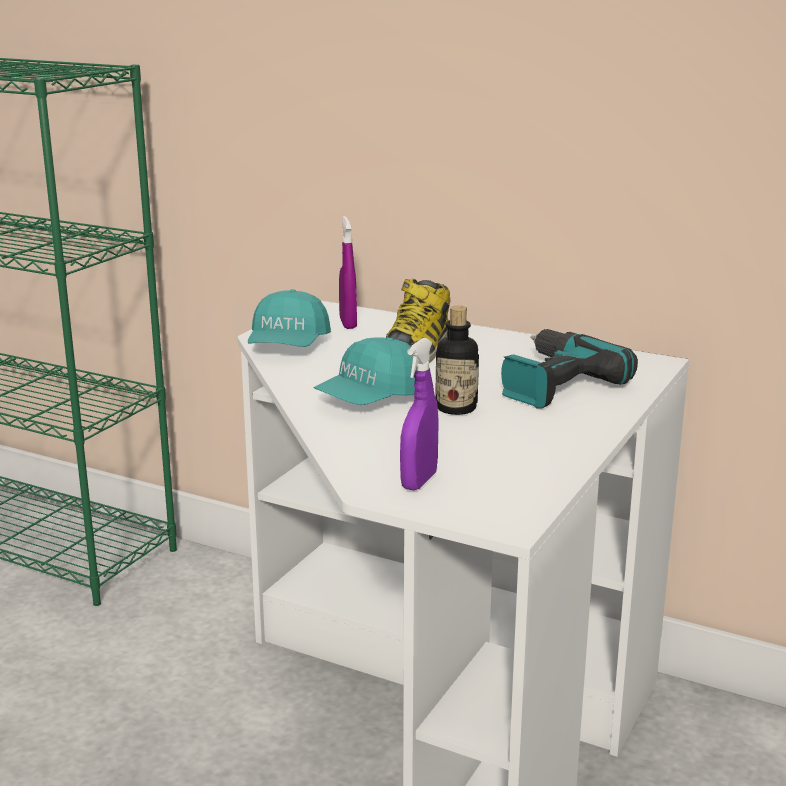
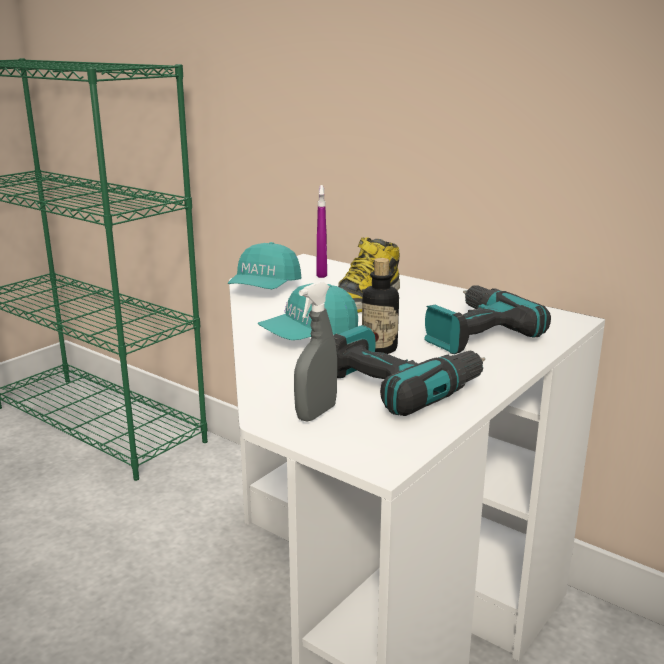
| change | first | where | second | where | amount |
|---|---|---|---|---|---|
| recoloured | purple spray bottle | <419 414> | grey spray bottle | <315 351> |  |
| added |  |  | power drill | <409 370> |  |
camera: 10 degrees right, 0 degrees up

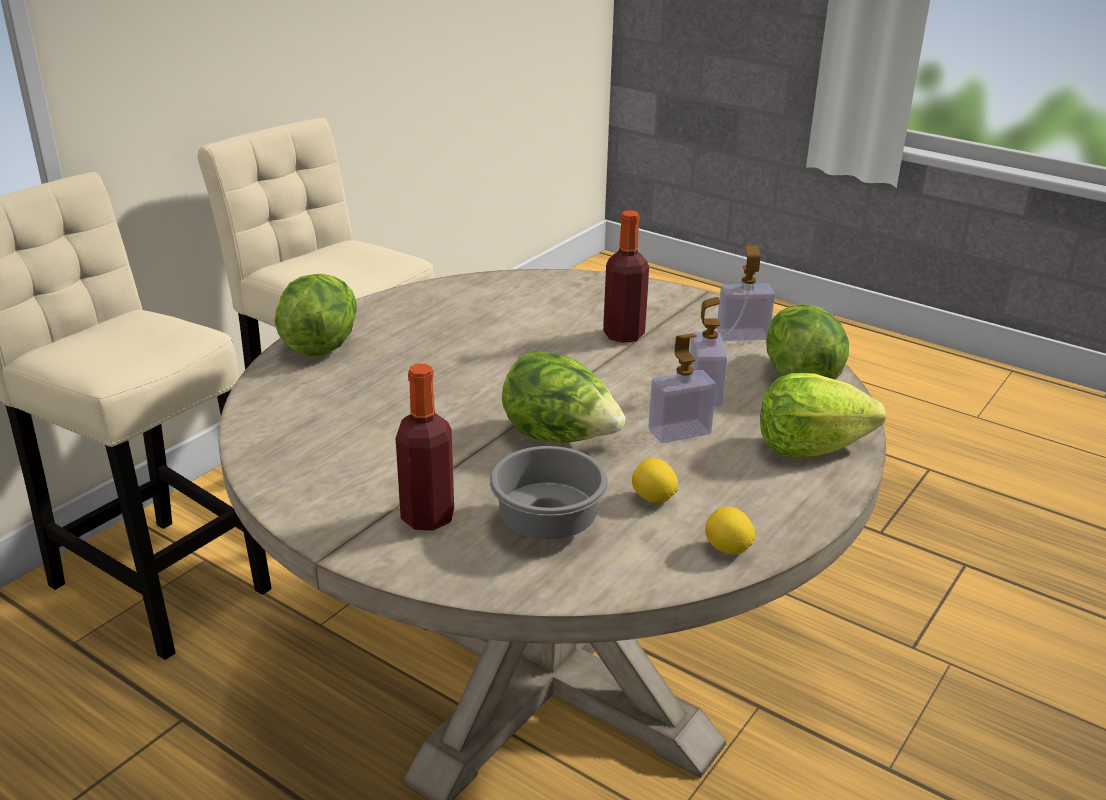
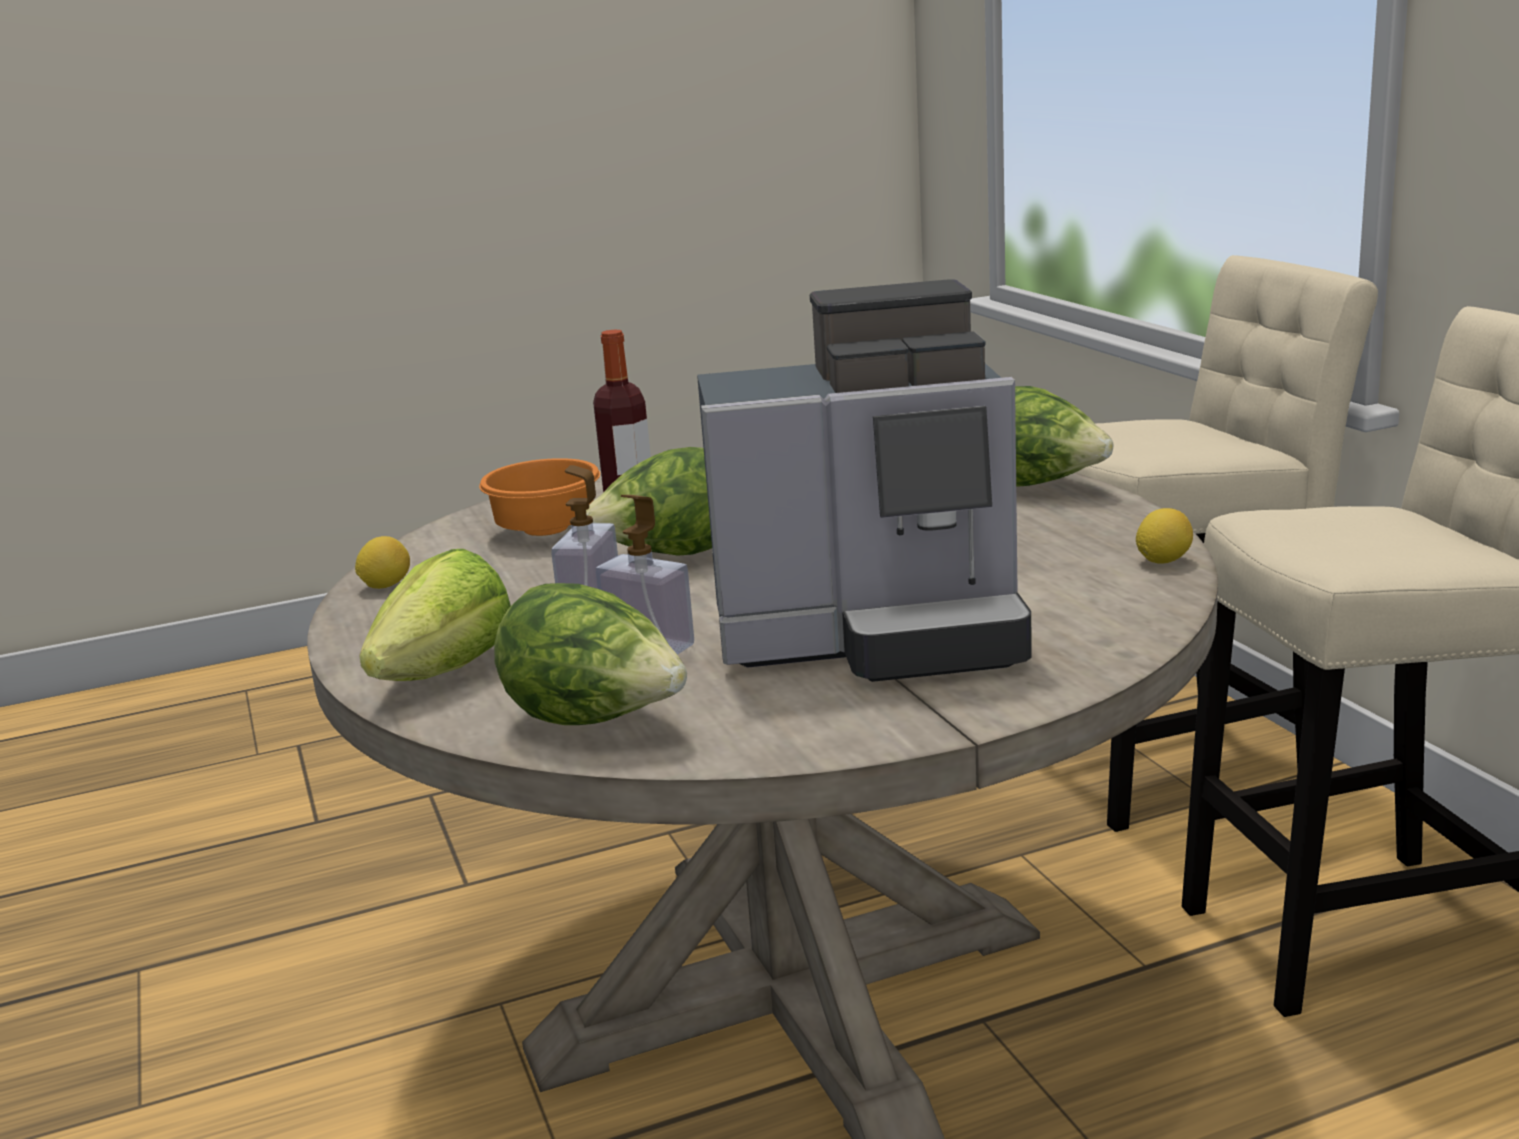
| change | first | where | second | where | amount |
|---|---|---|---|---|---|
| recoloured | grey bowl | <549 492> | orange bowl | <539 497> |  |
| replaced | bottle | <626 276> | coffee machine | <864 480> |  |
| moved | lemon | <655 480> |  | <1164 536> |  |
| removed | soap dispenser | <746 293> |  |  |  |
camera: 125 degrees right, 10 degrees down

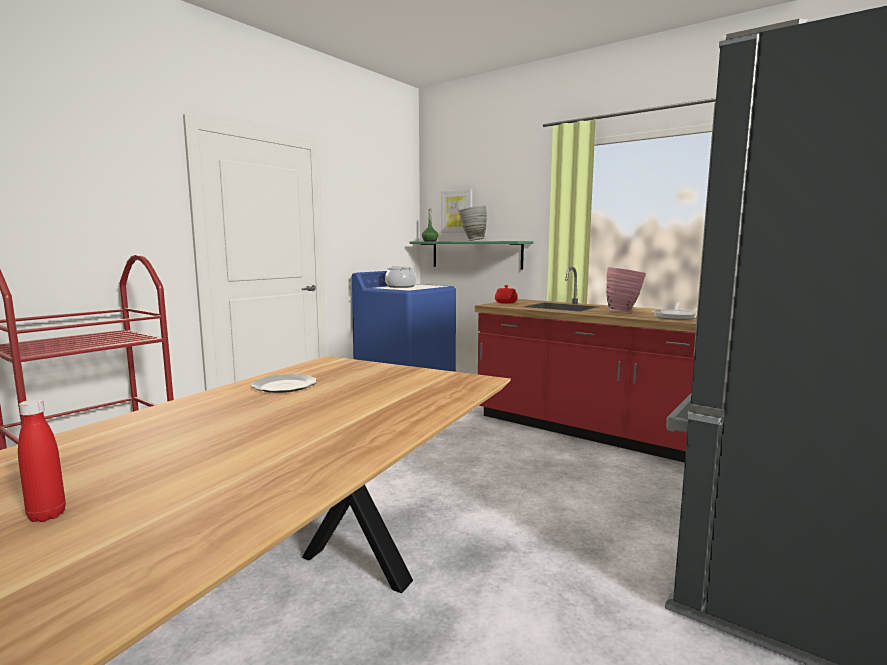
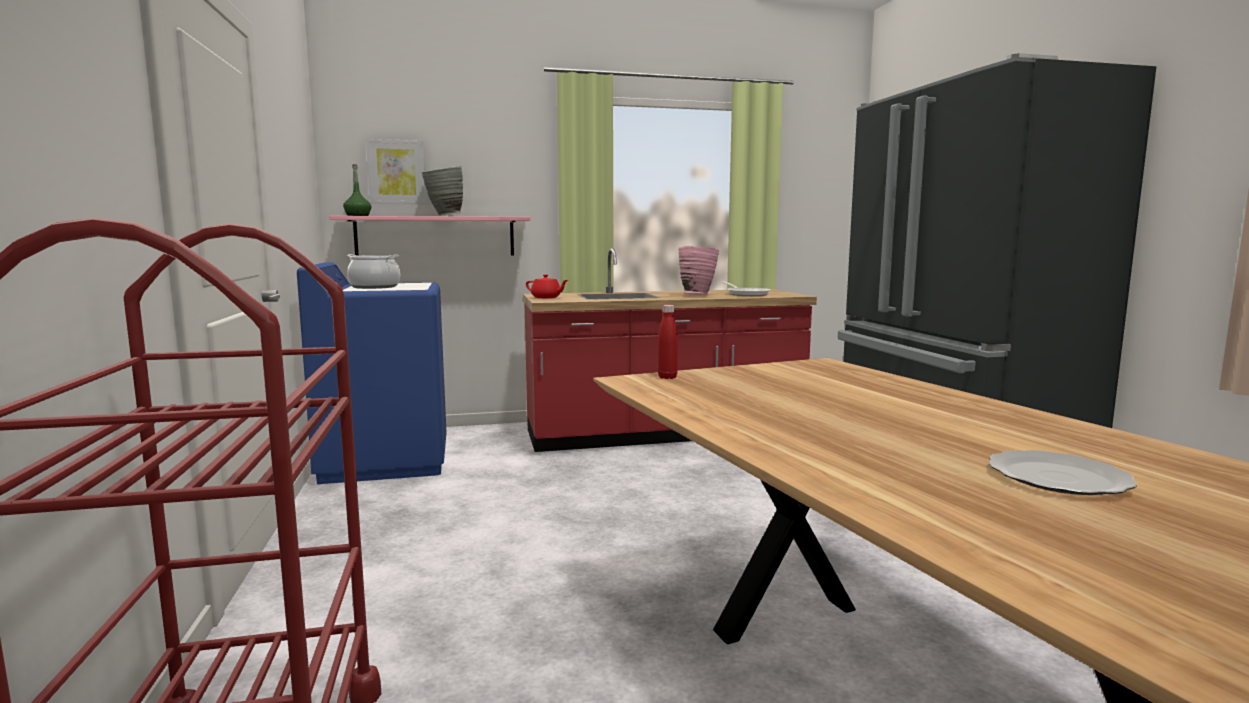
| change | first | where | second | where | amount |
|---|---|---|---|---|---|
| moved | red bottle | <42 460> |  | <668 342> |  |
| moved | plate | <284 383> |  | <1063 472> |  |
| recoloured | green shelf | <471 255> | pink shelf | <430 236> |  |
camera: 50 degrees left, 0 degrees up

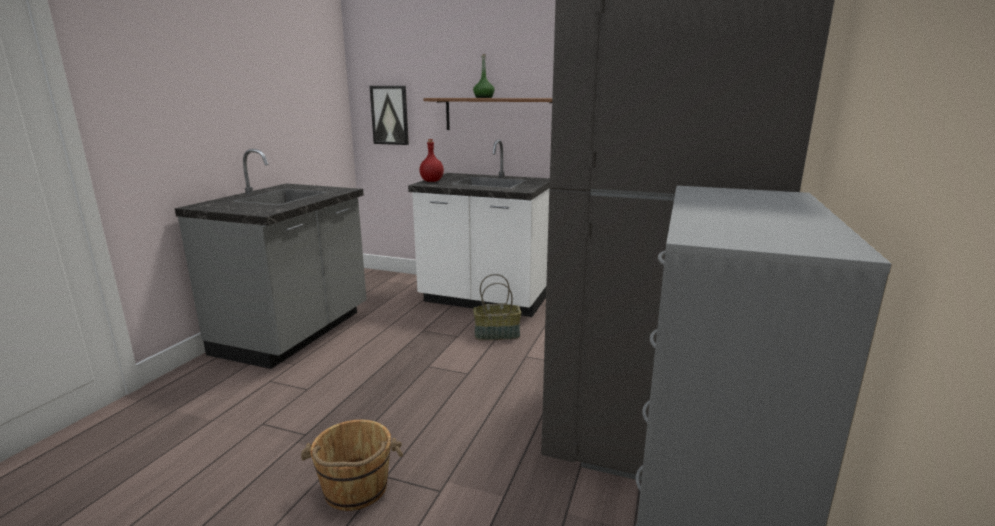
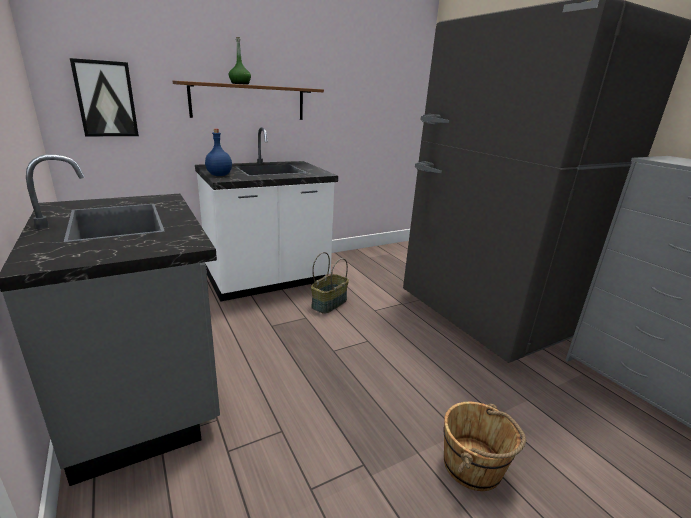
| change | first | where | second | where | amount |
|---|---|---|---|---|---|
| recoloured | red bottle | <431 160> | blue bottle | <218 152> |  |
camera: 50 degrees left, 5 degrees up

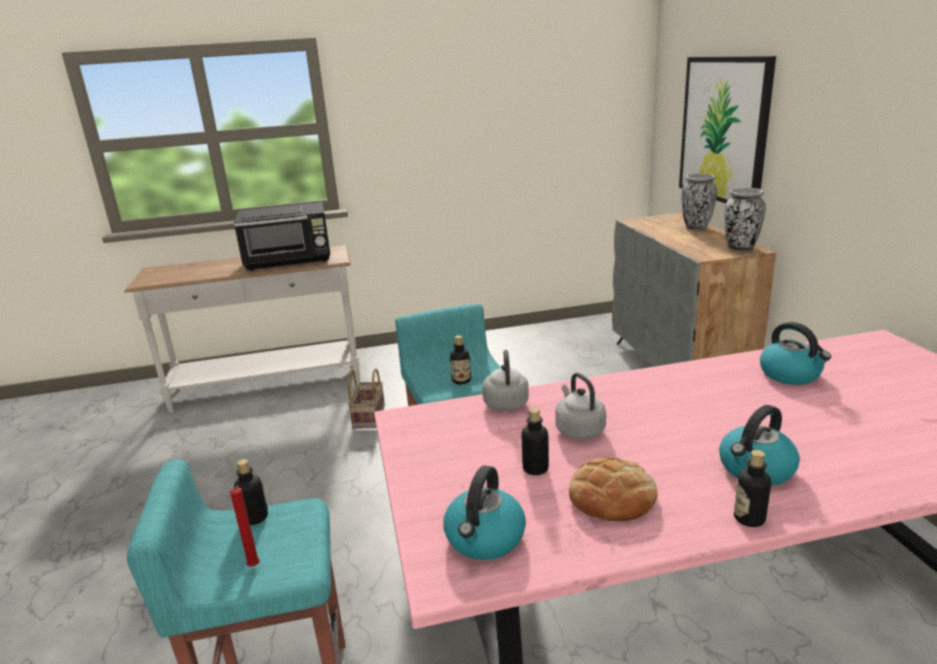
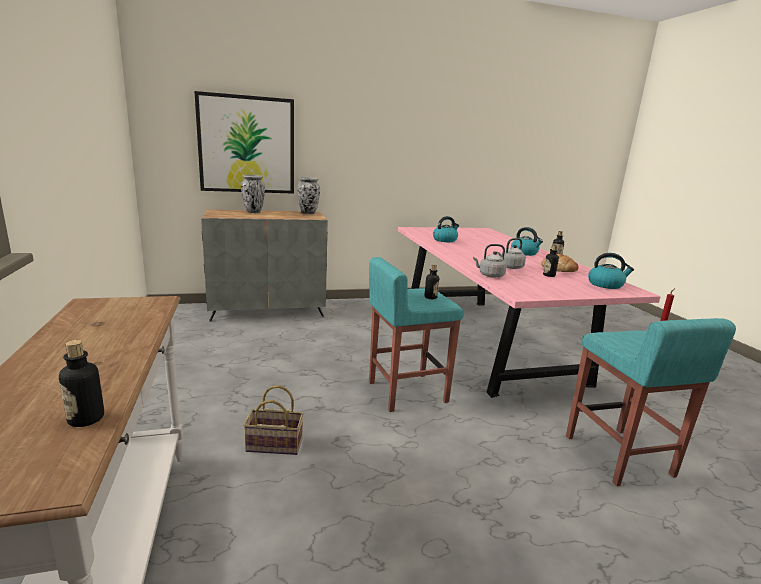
| change | first | where | second | where | amount |
|---|---|---|---|---|---|
| removed | black microwave | <282 236> |  |  |  |
| moved | bottle | <251 492> |  | <81 383> |  |
camera: 95 degrees left, 5 degrees down

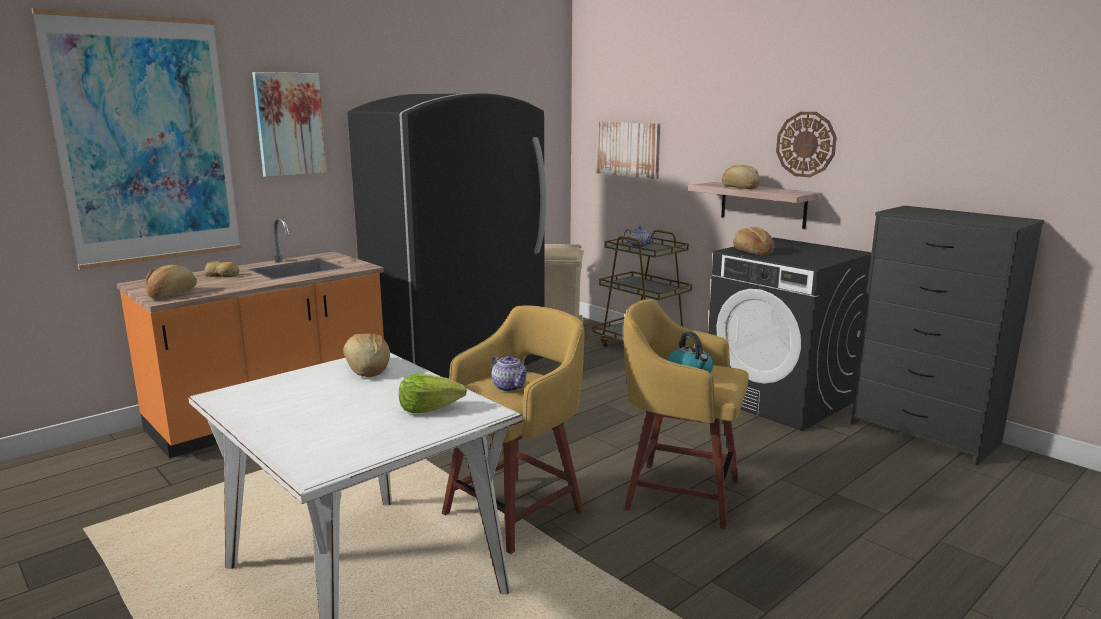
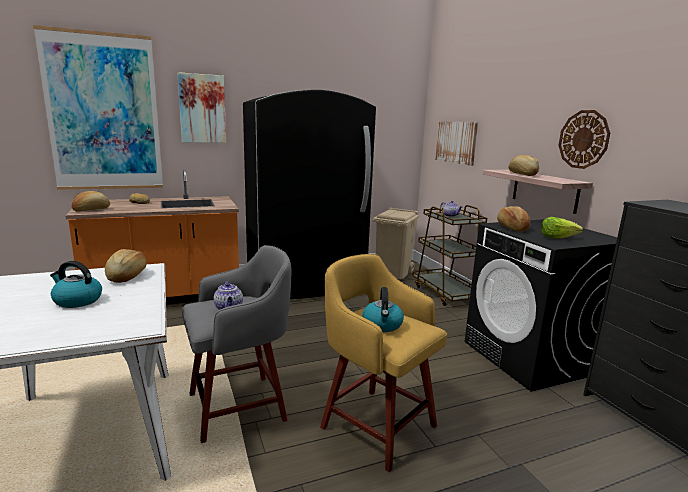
| change | first | where | second | where | amount |
|---|---|---|---|---|---|
| moved | lettuce | <433 393> |  | <562 228> |  |
| recoloured | yellow stool | <513 430> | grey stool | <236 344> |  |
| added |  |  | kettle | <76 284> |  |
camera: 20 degrees right, 0 degrees up

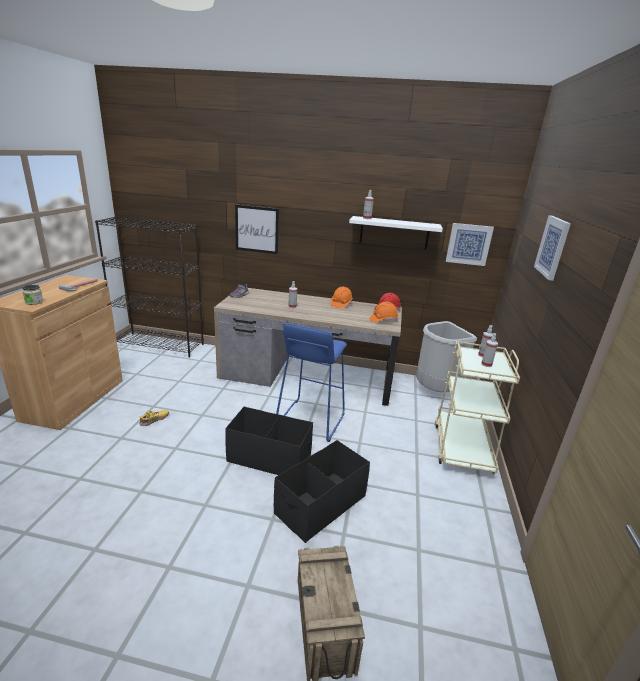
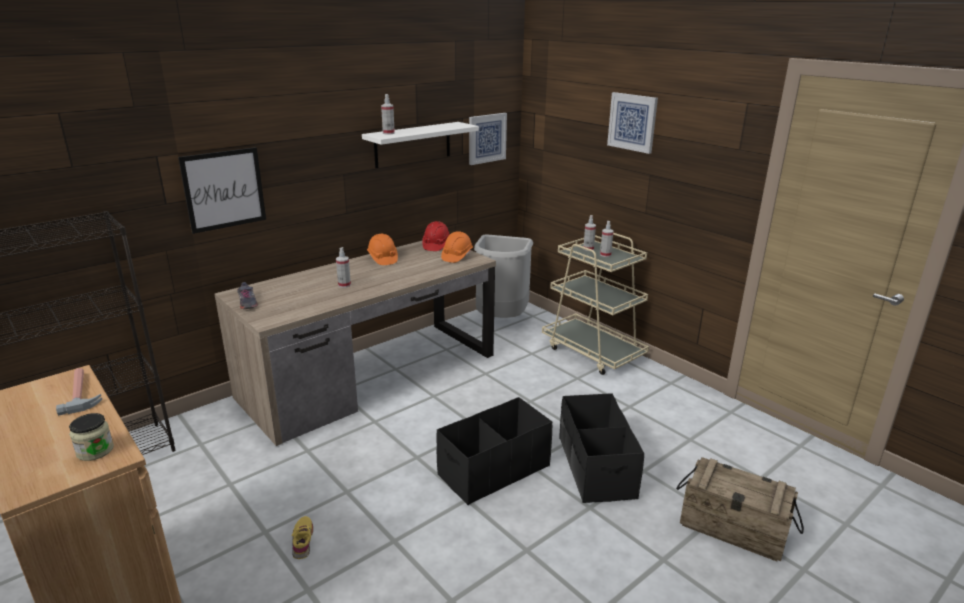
| change | first | where | second | where | amount |
|---|---|---|---|---|---|
| removed | blue stool | <311 382> |  |  |  |
camera: 50 degrees left, 0 degrees up

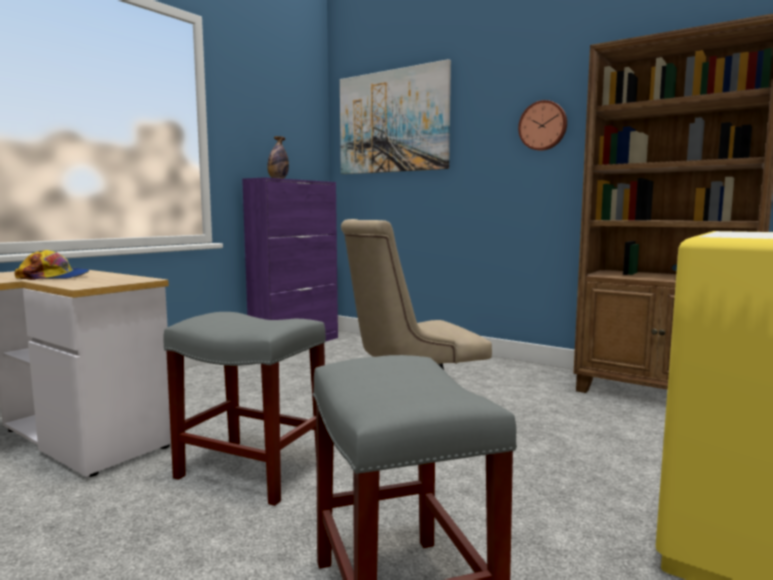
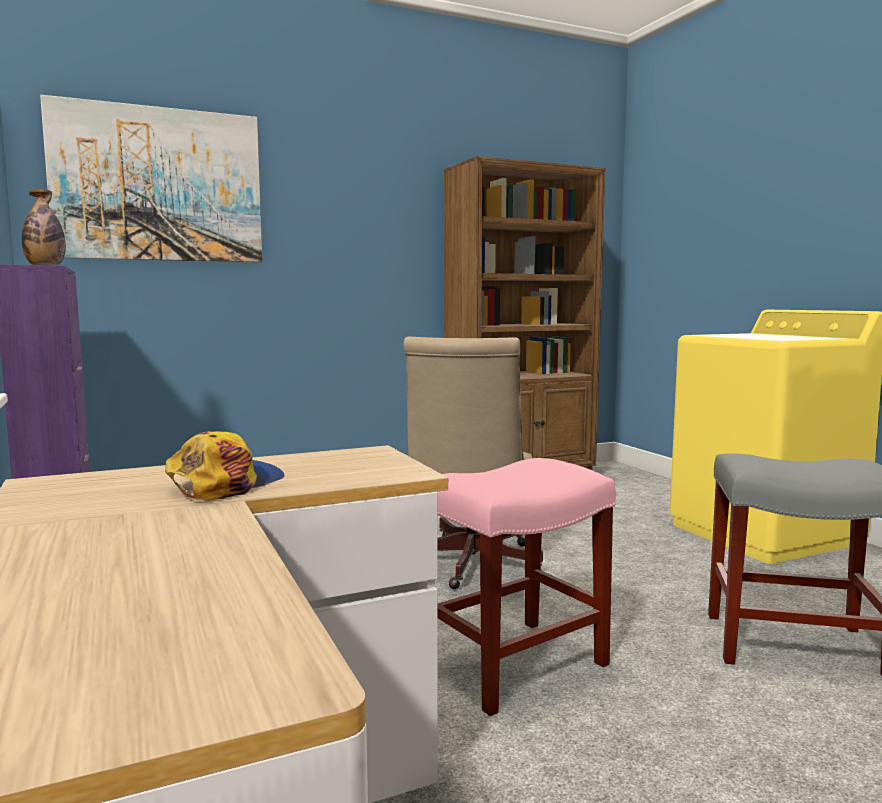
| change | first | where | second | where | amount |
|---|---|---|---|---|---|
| recoloured | grey stool | <244 409> | pink stool | <526 587> |  |
| removed | wall clock | <542 125> |  |  |  |
camera: 60 degrees left, 0 degrees up

